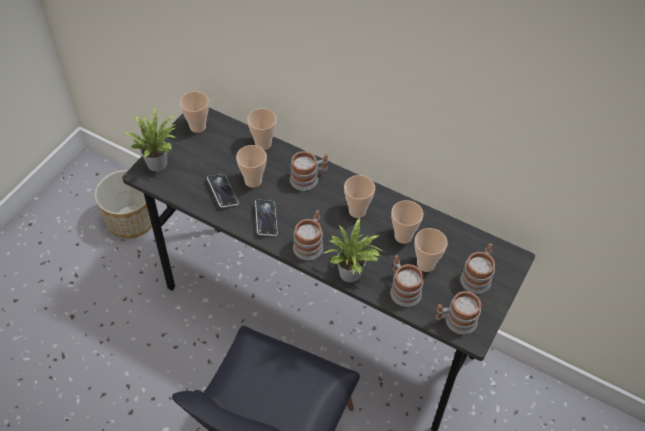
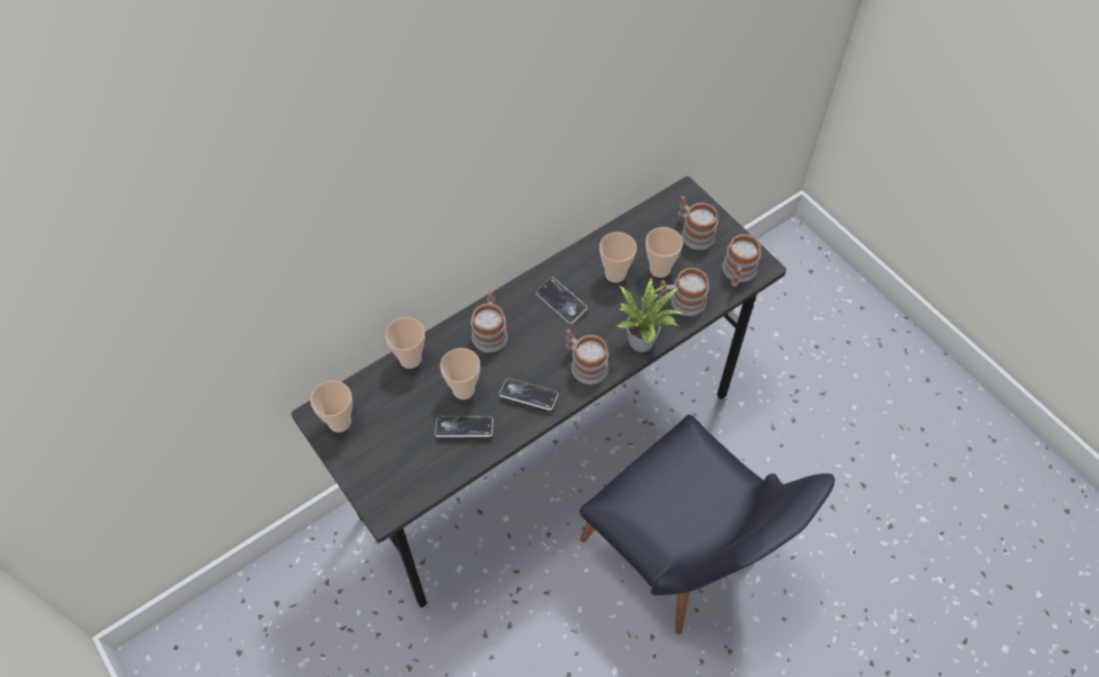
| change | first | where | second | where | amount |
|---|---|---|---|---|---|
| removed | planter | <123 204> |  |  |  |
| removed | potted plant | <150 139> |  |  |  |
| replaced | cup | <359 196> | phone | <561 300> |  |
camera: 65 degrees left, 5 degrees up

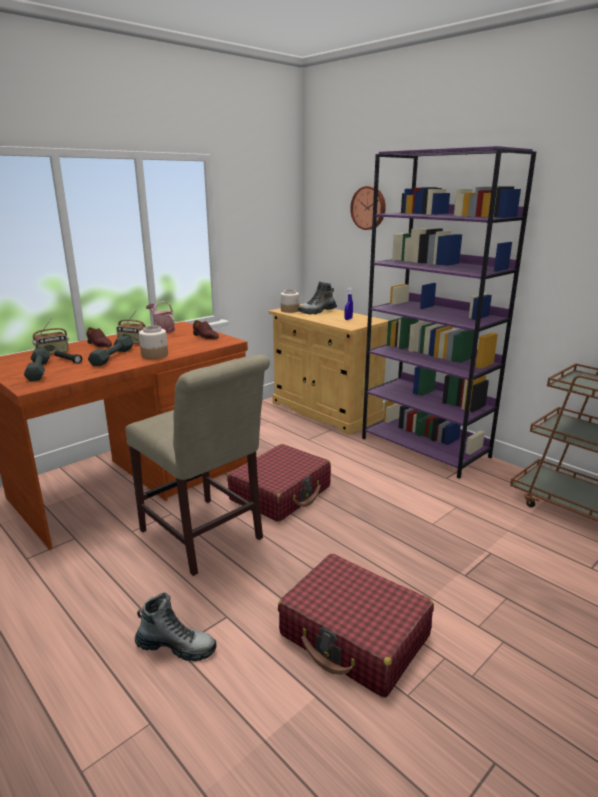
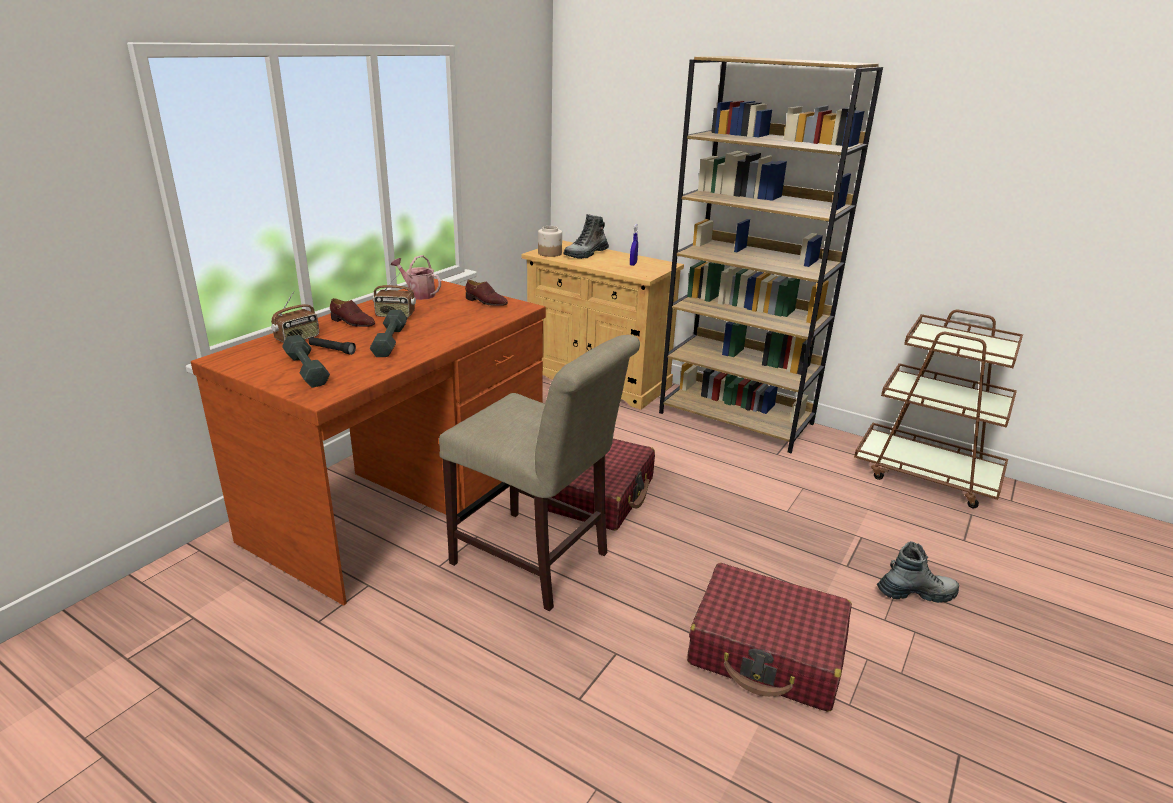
| change | first | where | second | where | amount |
|---|---|---|---|---|---|
| moved | boot | <175 626> |  | <918 572> |  |
| removed | jar | <153 342> |  |  |  |
| removed | wall clock | <368 208> |  |  |  |
| recoloured | purple bookcase | <449 312> | brown bookcase | <771 254> |  |
camera: 15 degrees left, 5 degrees up

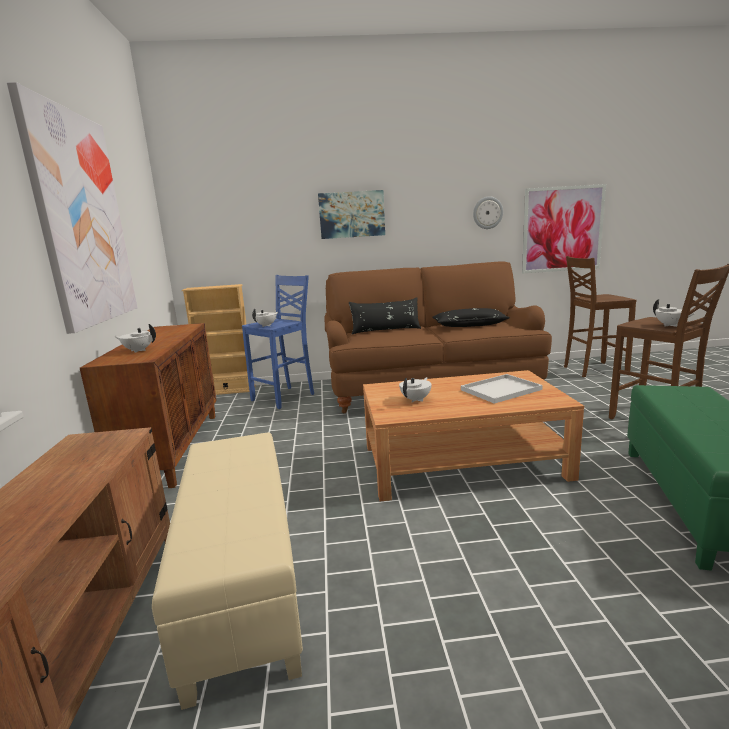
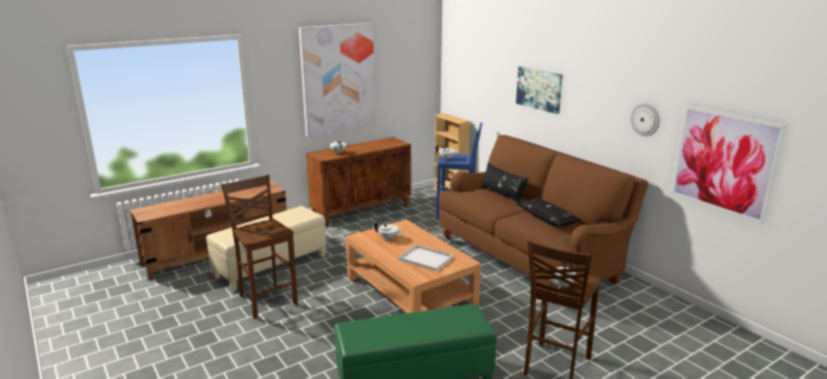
| change | first | where | second | where | amount |
|---|---|---|---|---|---|
| moved | brown stool | <600 316> |  | <259 246> |  |
camera: 60 degrees right, 5 degrees up

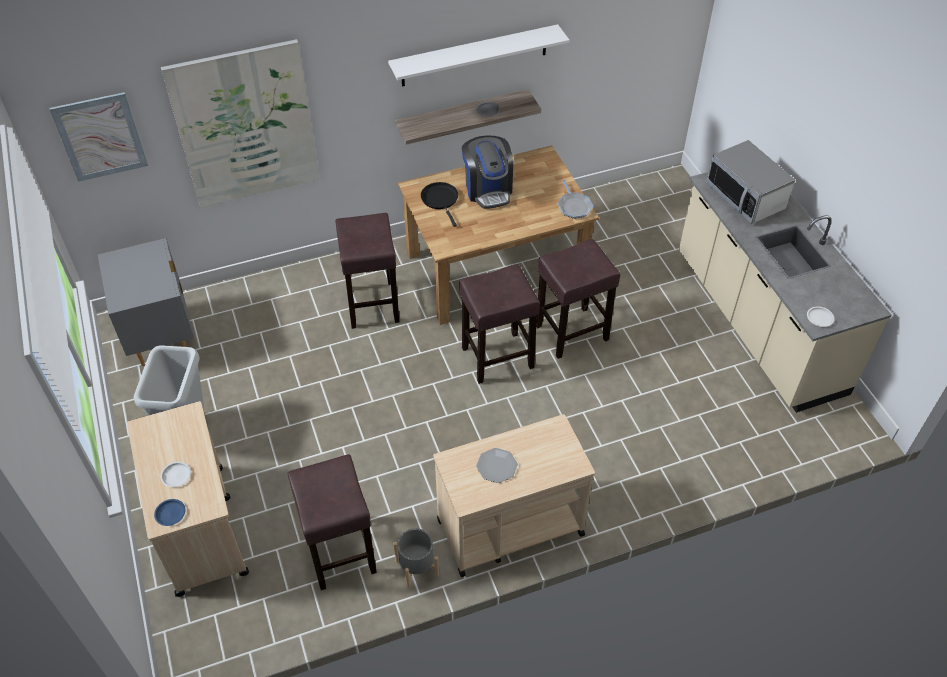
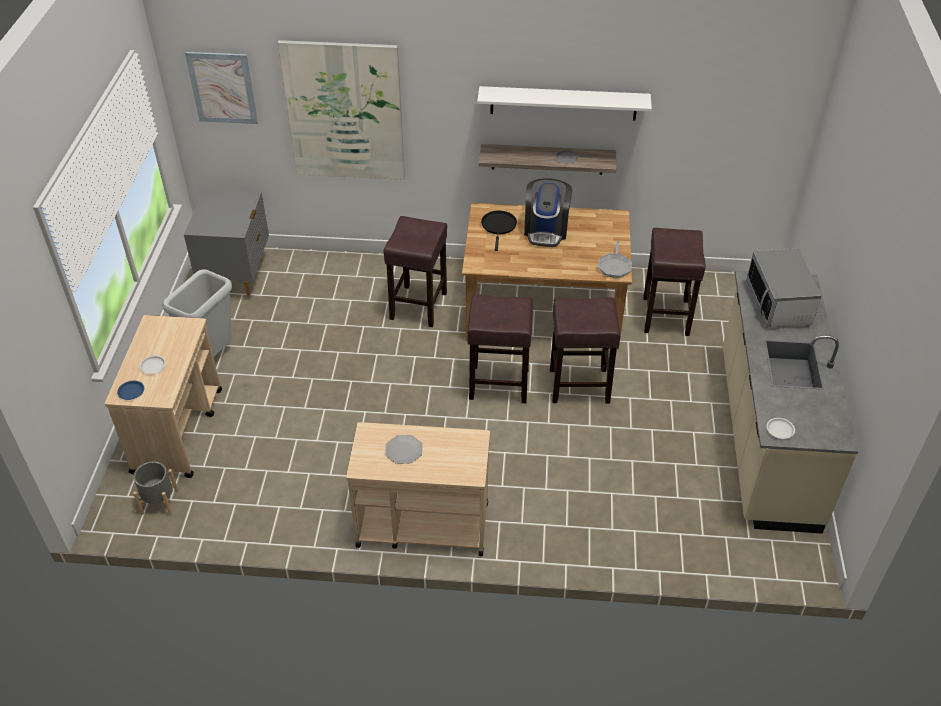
| change | first | where | second | where | amount |
|---|---|---|---|---|---|
| moved | brown stool | <332 522> |  | <674 282> |  |
| moved | grey planter | <416 558> |  | <156 488> |  |
camera: 25 degrees right, 5 degrees down

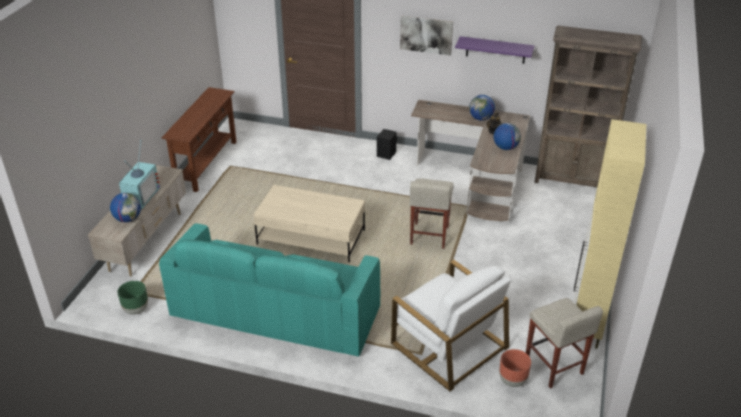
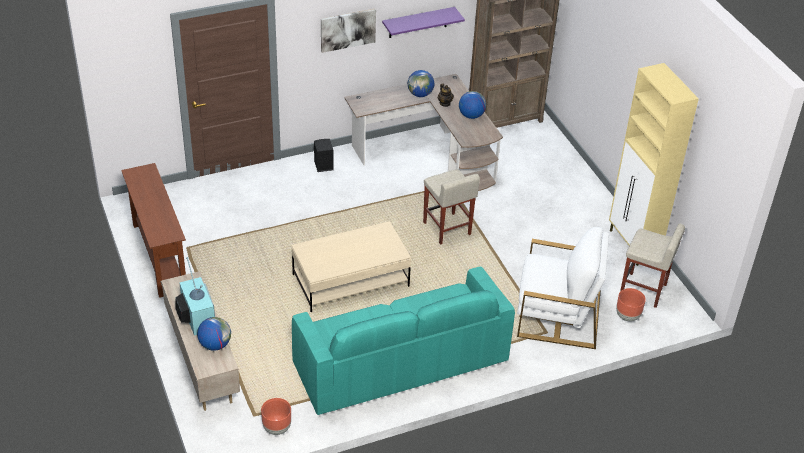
| change | first | where | second | where | amount |
|---|---|---|---|---|---|
| recoloured | green planter | <132 298> | brown planter | <276 416> |  |
camera: 40 degrees left, 5 degrees up

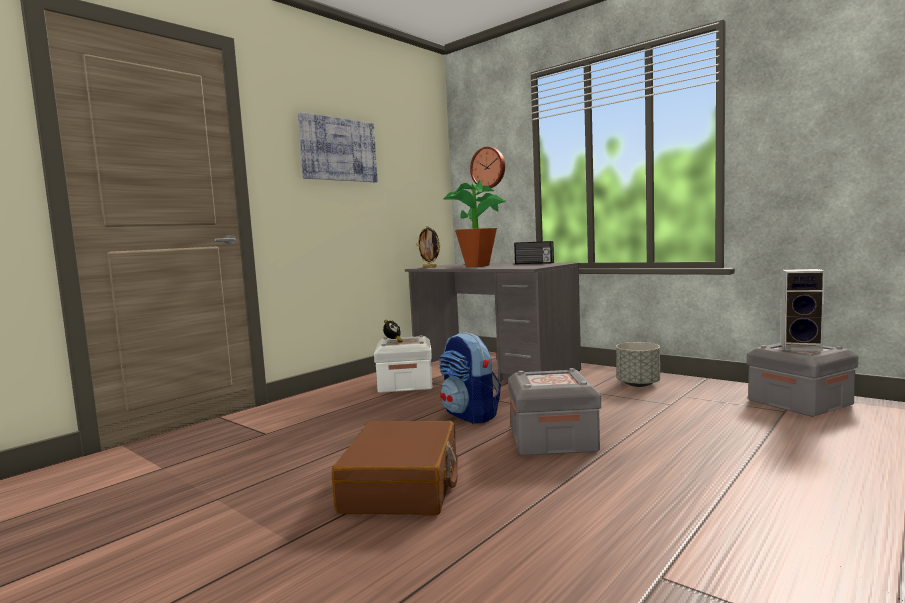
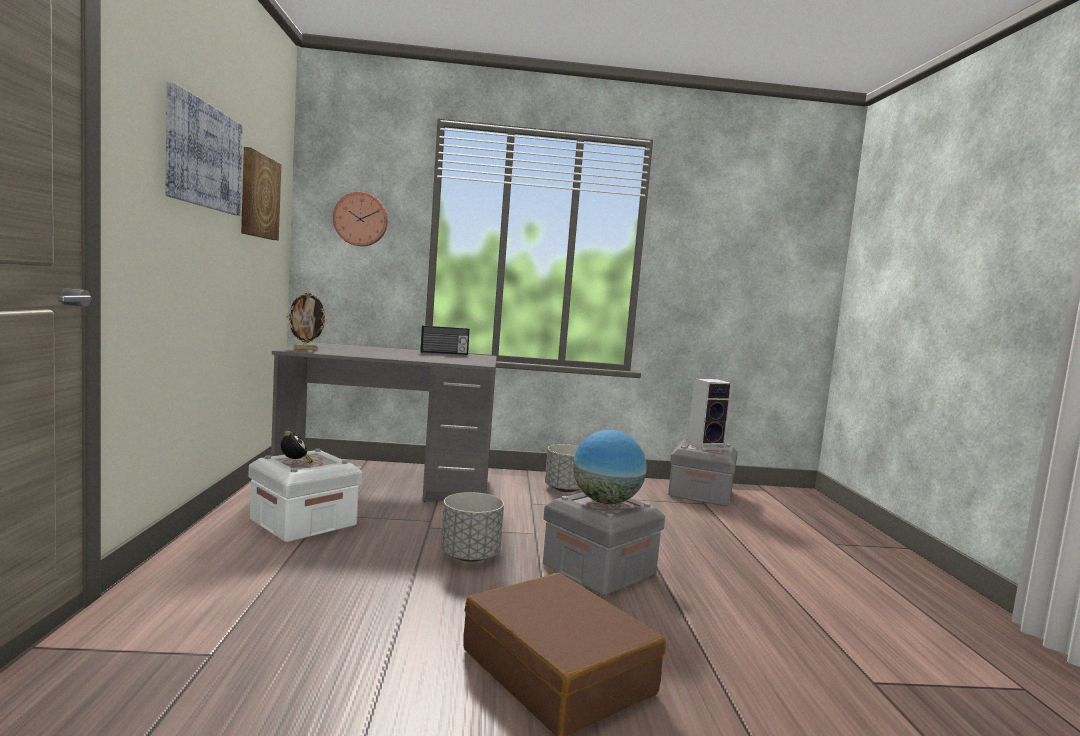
| change | first | where | second | where | amount |
|---|---|---|---|---|---|
| replaced | backpack | <470 378> | grey planter | <472 527> |  |
| removed | potted plant | <474 223> |  |  |  |
| added |  |  | picture | <261 193> |  |
| added |  |  | globe | <610 467> |  |
camera: 45 degrees left, 0 degrees up

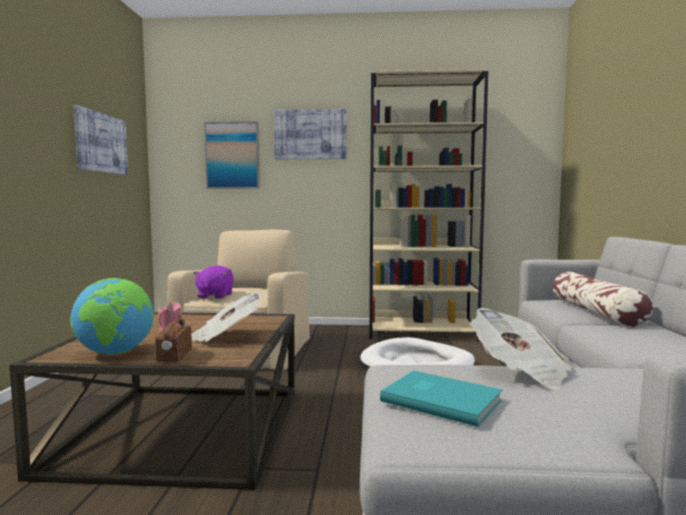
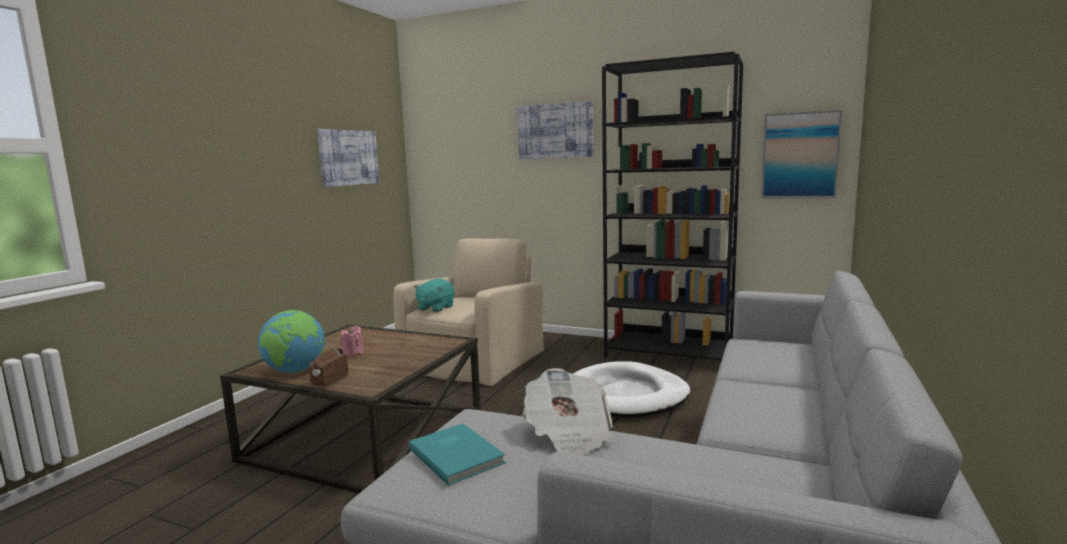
| change | first | where | second | where | amount |
|---|---|---|---|---|---|
| removed | newspaper | <227 317> |  |  |  |
| recoloured | purple plush toy | <213 282> | turquoise plush toy | <434 295> |  |
| moved | picture | <232 155> |  | <801 154> |  |
| recoloured | beige bookcase | <428 205> | black bookcase | <672 205> |  |
| removed | pillow | <603 299> |  |  |  |
camera: 20 degrees right, 5 degrees up

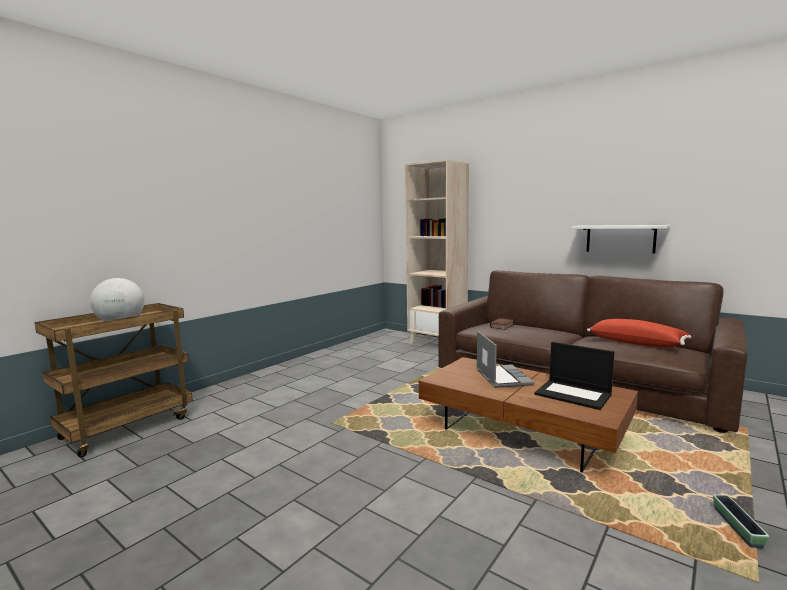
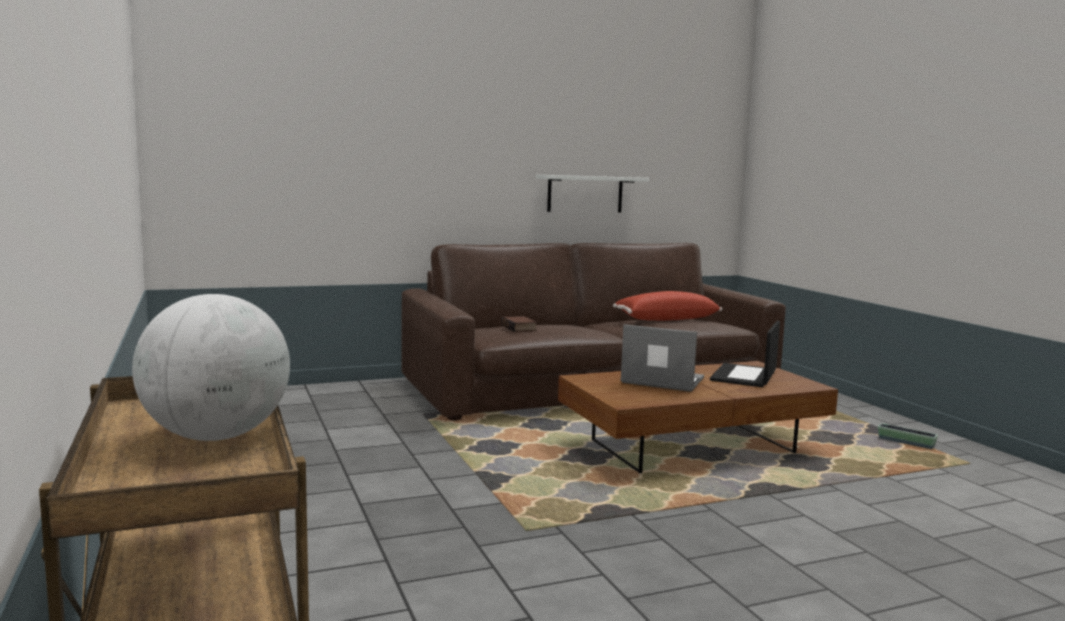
| change | first | where | second | where | amount |
|---|---|---|---|---|---|
| removed | beige bookcase | <437 252> |  |  |  |
| turned | laptop | <574 376> |  | <745 354> | 135 degrees clockwise |
camera: 60 degrees left, 0 degrees up

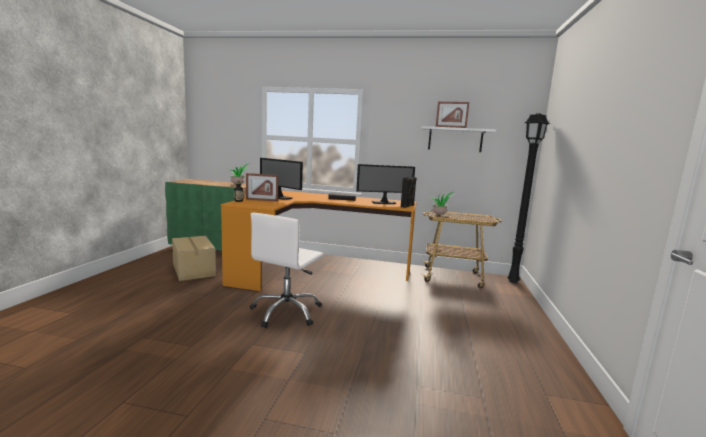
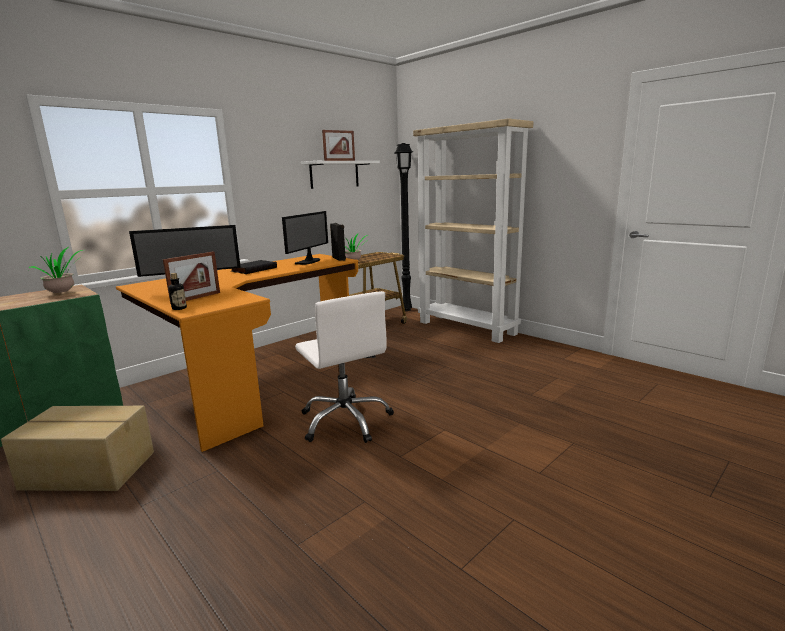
| change | first | where | second | where | amount |
|---|---|---|---|---|---|
| added |  |  | beige bookcase | <473 230> |  |
camera: 55 degrees left, 5 degrees up

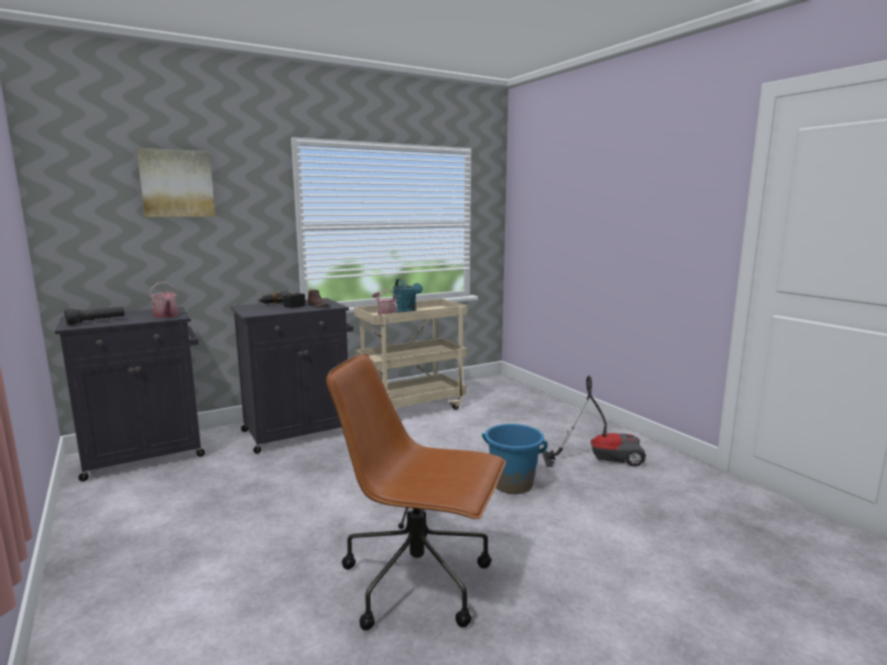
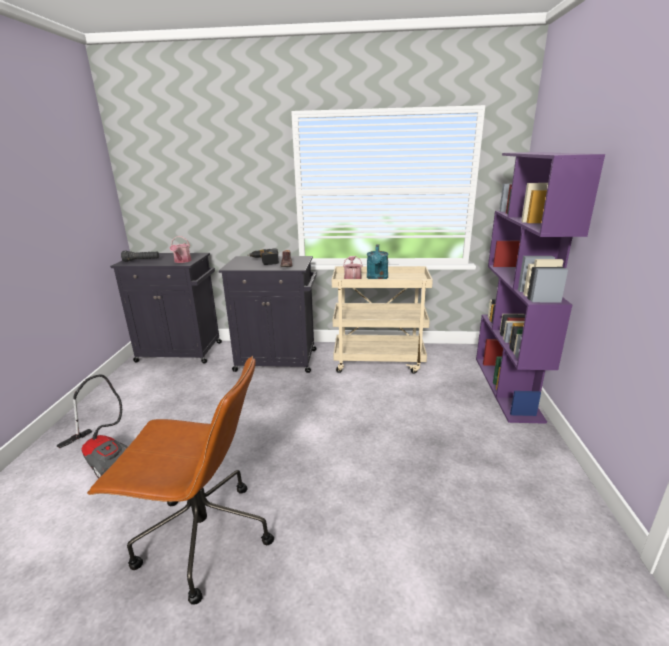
| change | first | where | second | where | amount |
|---|---|---|---|---|---|
| removed | picture | <176 182> |  |  |  |
| turned | brown office chair | <416 492> |  | <180 480> | 135 degrees clockwise |
| removed | blue bucket | <514 459> |  |  |  |
| moved | vacuum cleaner | <594 421> |  | <92 426> |  |
| added |  |  | purple bookcase | <540 288> |  |
camera: 35 degrees right, 10 degrees up

